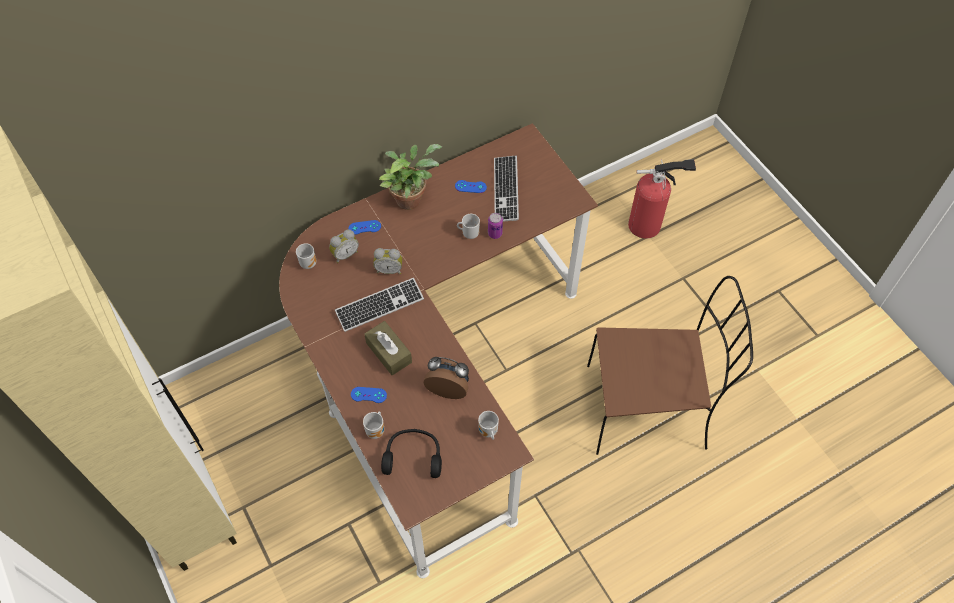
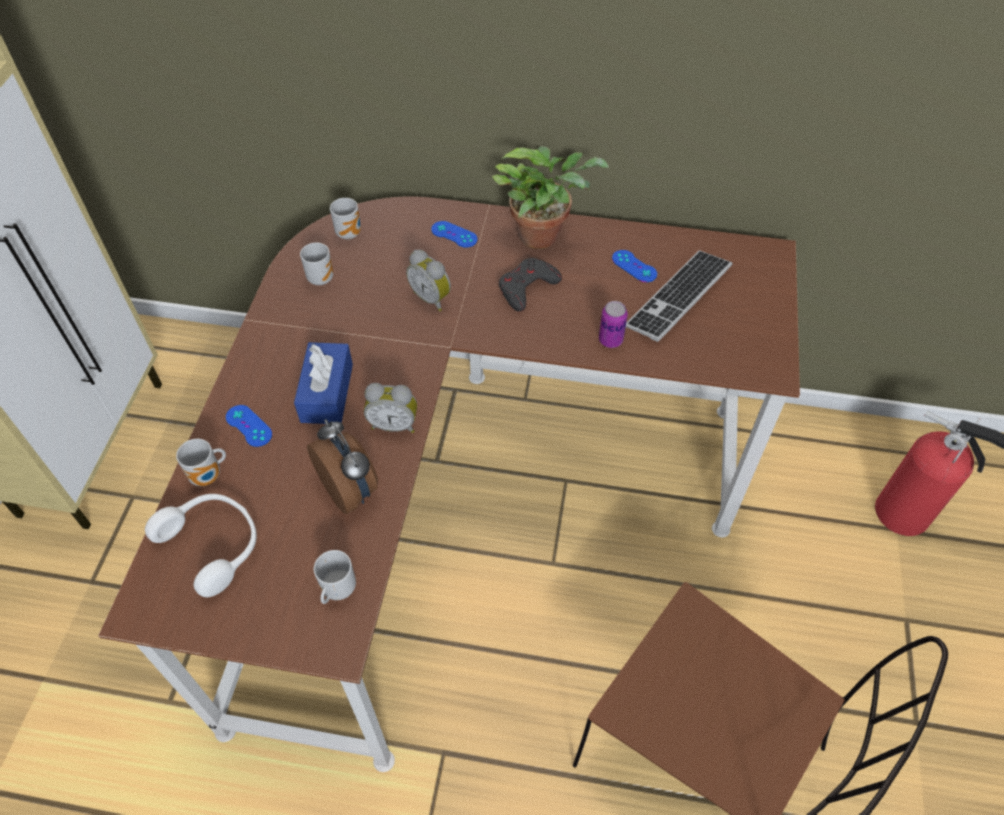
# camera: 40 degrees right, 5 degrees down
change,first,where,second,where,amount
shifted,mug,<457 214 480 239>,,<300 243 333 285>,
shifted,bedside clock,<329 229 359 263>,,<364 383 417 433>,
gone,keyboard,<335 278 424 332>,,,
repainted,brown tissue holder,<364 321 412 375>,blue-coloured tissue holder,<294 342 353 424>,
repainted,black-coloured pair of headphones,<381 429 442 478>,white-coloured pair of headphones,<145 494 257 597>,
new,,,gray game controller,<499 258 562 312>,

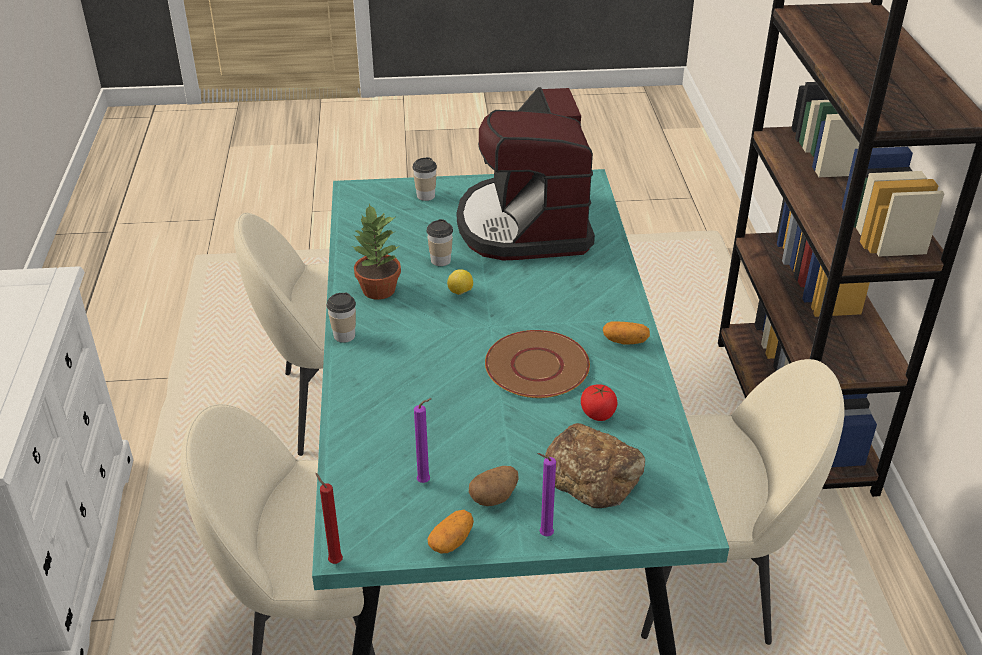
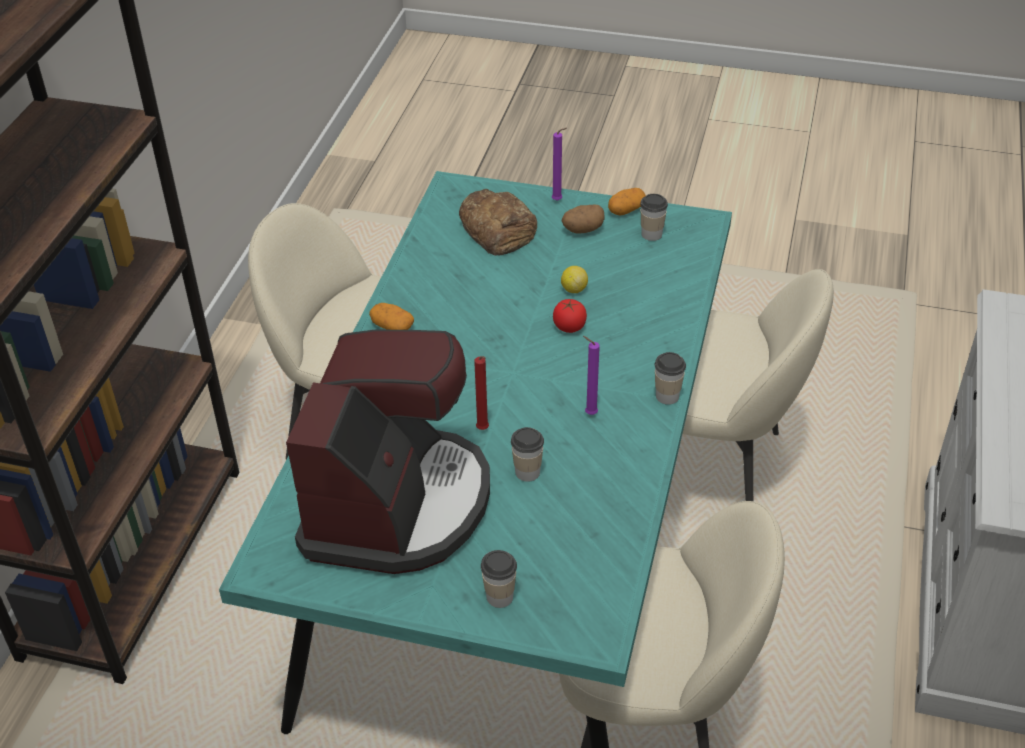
# camera: 160 degrees left, 5 degrees up
change,first,where,second,where,amount
gone,potted plant,<352 203 401 300>,,,
shifted,lemon,<447 269 473 295>,,<561 266 588 293>,
gone,brown plate,<485 330 590 398>,,,
shifted,whole tomato,<581 384 617 421>,,<553 299 587 333>,
shifted,purplish wax light,<414 398 432 483>,,<583 336 600 415>,
shifted,red-coloured wax light,<315 473 343 564>,,<474 356 489 430>,
new,,,small cup,<640 194 668 241>,

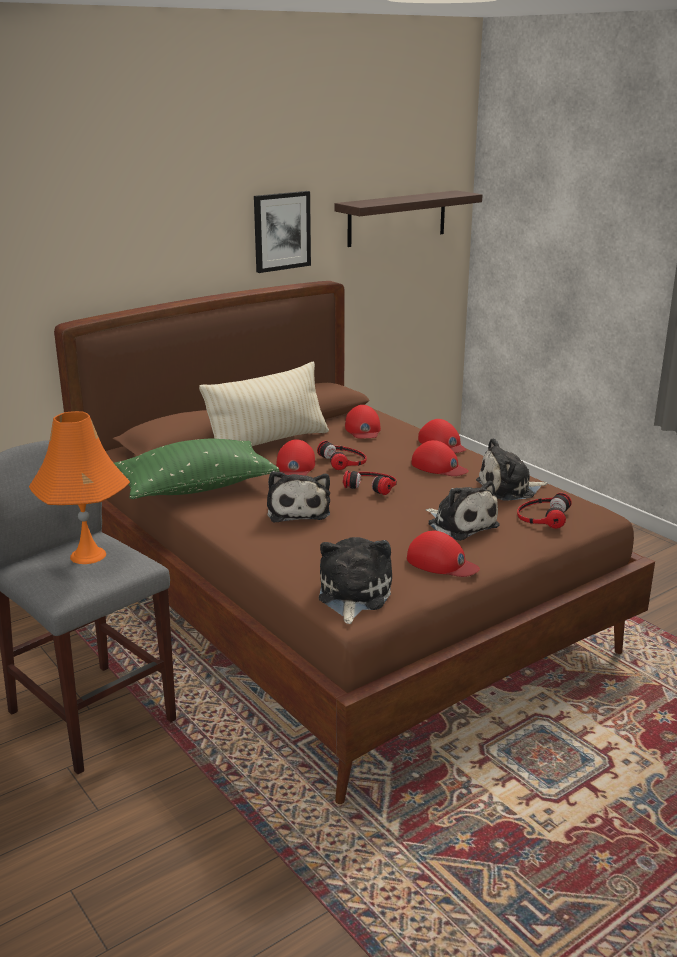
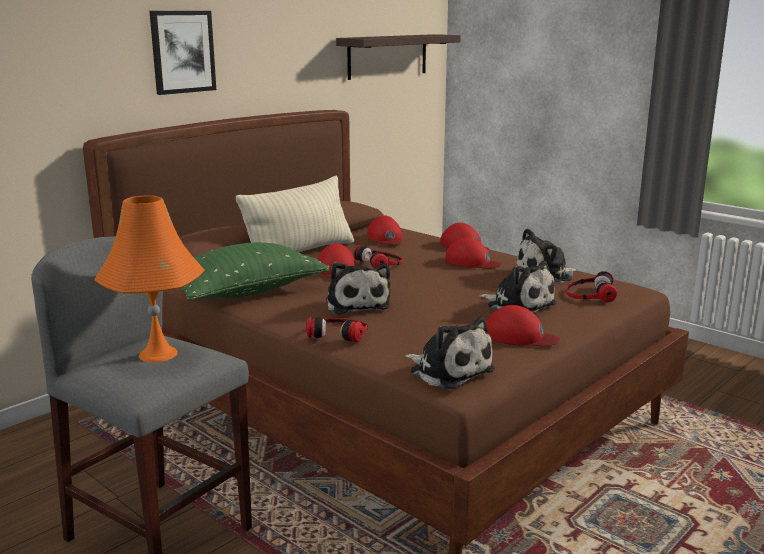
# camera: 10 degrees left, 5 degrees down
change,first,where,second,where,amount
shifted,wall picture,<254 191 311 273>,,<149 11 216 95>,
shifted,pair of headphones,<343 470 397 495>,,<306 317 368 342>,
rotated,plush toy,<319 537 392 624>,,<405 317 495 389>,135 degrees clockwise

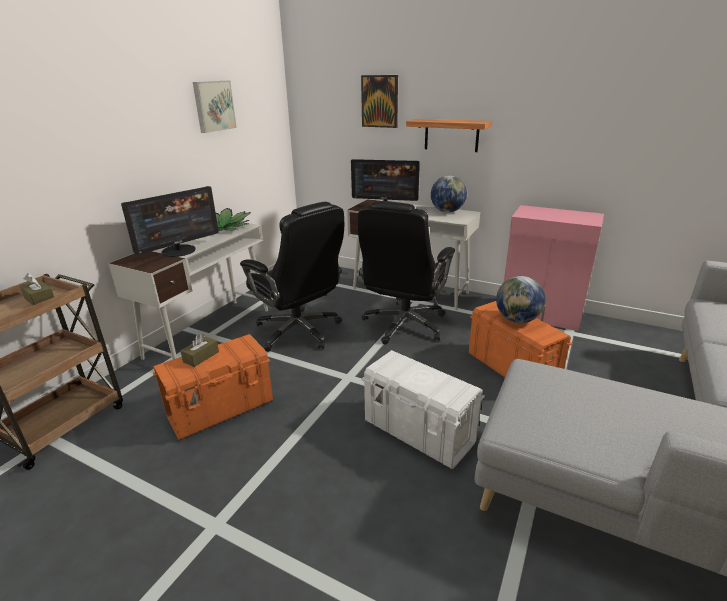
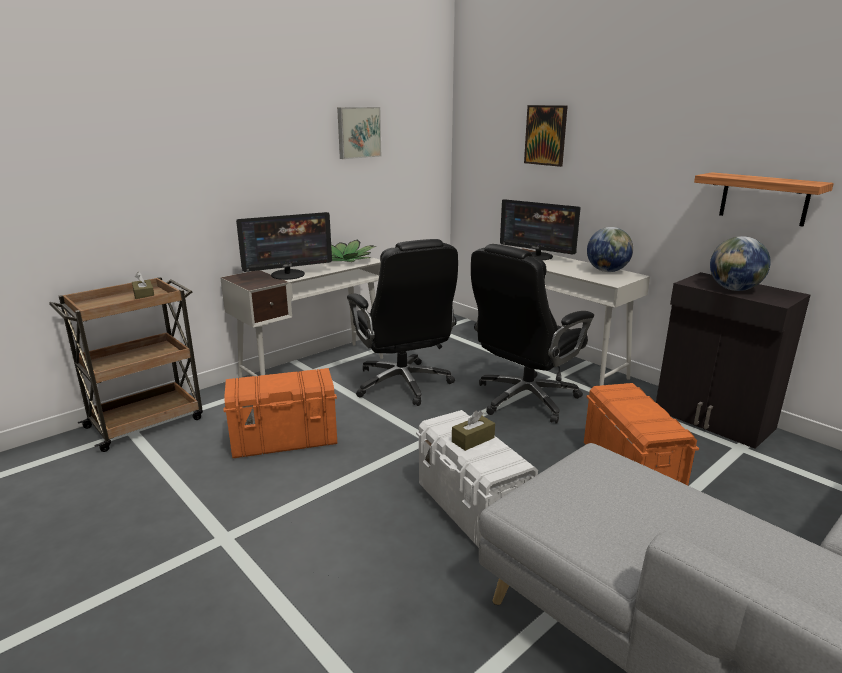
# camera: 20 degrees right, 5 degrees down
change,first,where,second,where,amount
shifted,shelf,<406 119 492 152>,,<694 172 834 226>,
repainted,pink cupboard,<504 205 604 331>,black-coloured cupboard,<656 272 810 449>,
shifted,world globe,<496 276 546 323>,,<710 236 771 291>,
shifted,brown tissue holder,<181 333 219 367>,,<452 411 495 451>,

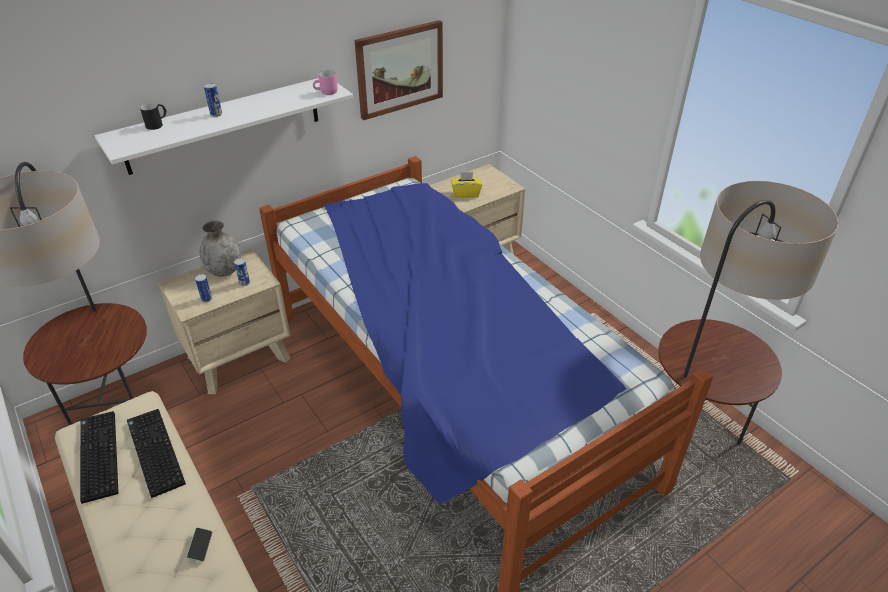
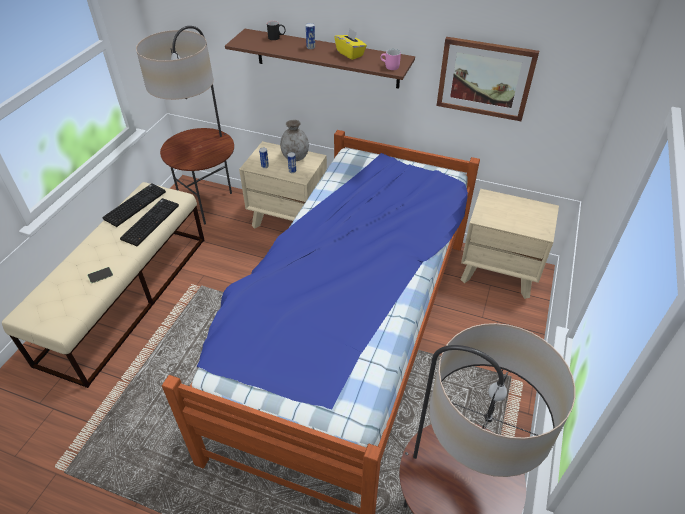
# camera: 55 degrees right, 5 degrees up
change,first,where,second,where,amount
repainted,white-coloured shelf,<95 78 353 175>,brown shelf,<225 29 415 89>,
shifted,yellow tissue holder,<451 172 482 198>,,<334 29 367 60>,

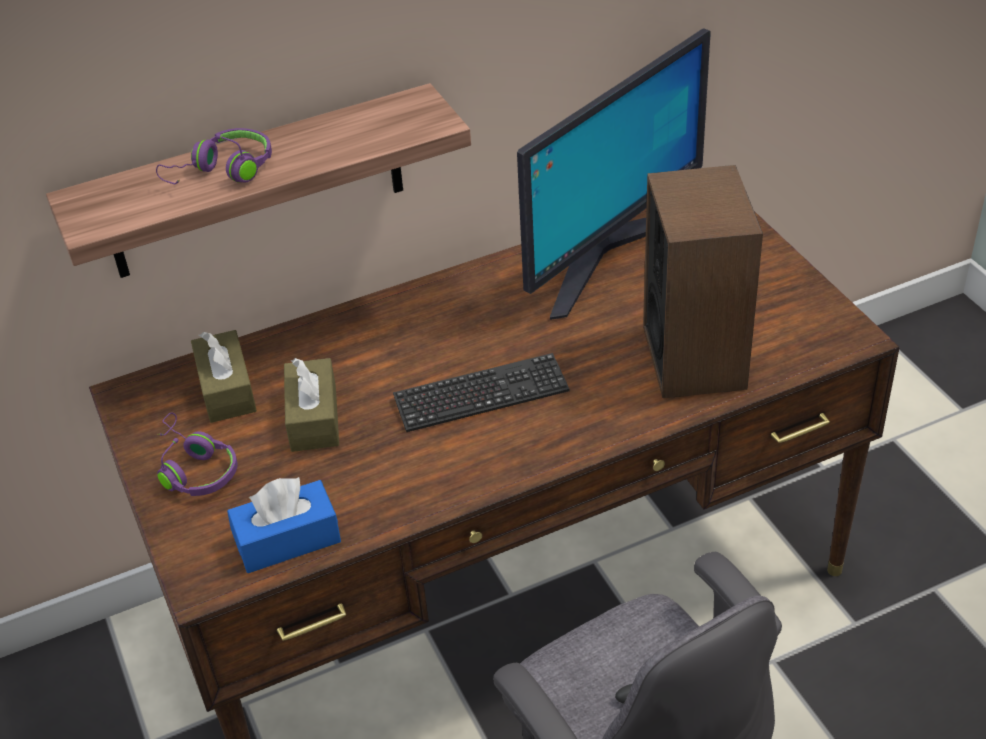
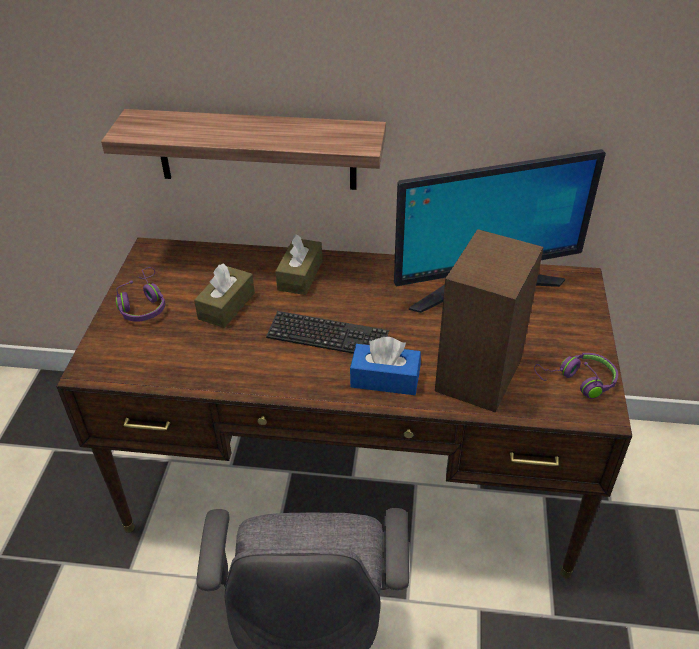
# camera: 30 degrees right, 0 degrees up
change,first,where,second,where,amount
shifted,purplish pair of headphones,<156 128 272 185>,,<534 353 618 399>,
shifted,brown tissue holder,<191 330 257 423>,,<275 234 322 295>,
shifted,blue-coloured tissue holder,<227 477 341 573>,,<350 337 421 395>,

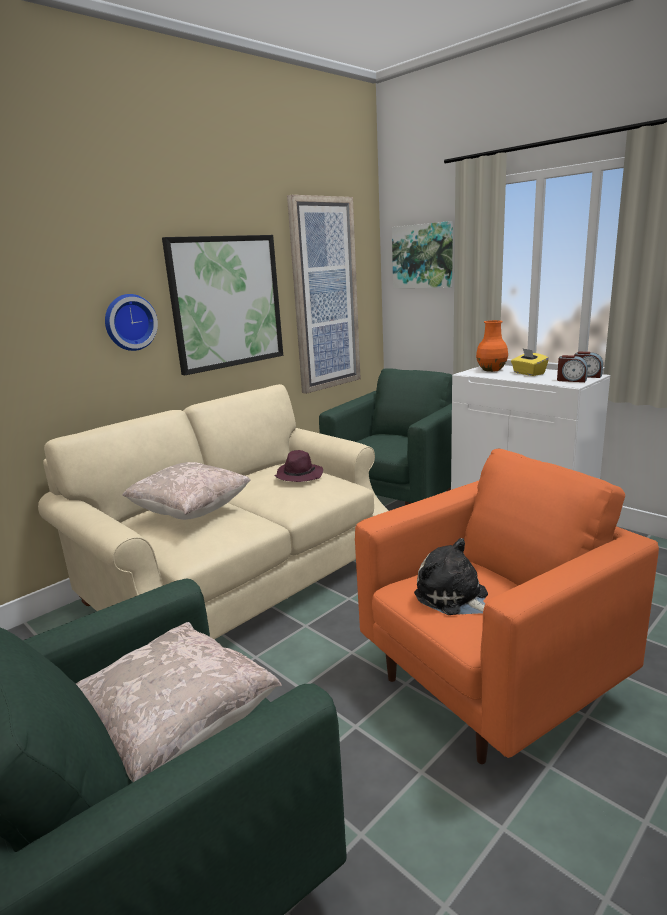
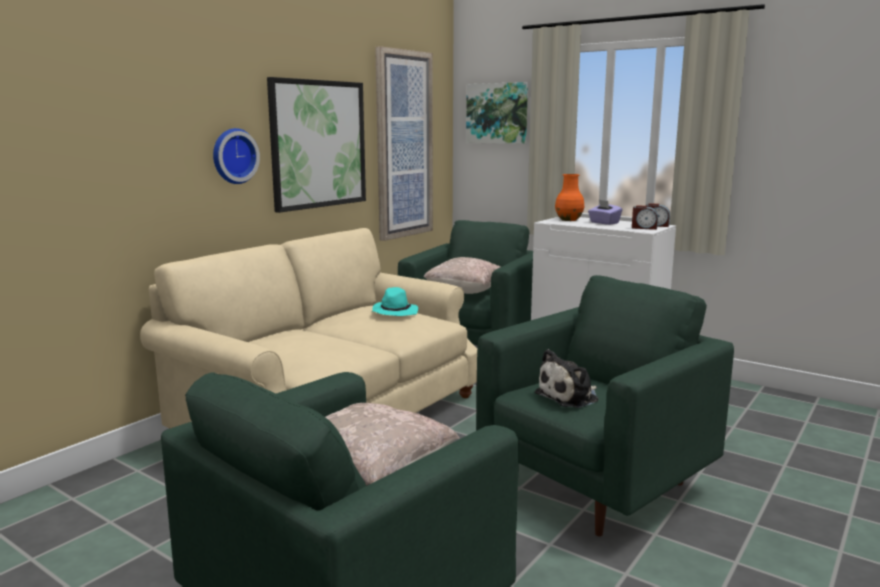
# camera: 10 degrees left, 5 degrees down
change,first,where,second,where,amount
repainted,yellow tissue holder,<511 348 549 376>,purplish tissue holder,<588 200 623 225>,
repainted,orangey armchair,<355 449 659 764>,greenish armchair,<476 275 734 536>,
repainted,purplish clothing hat,<274 450 323 482>,blue-green clothing hat,<372 287 418 316>,
shifted,beige-coloured throw pillow,<122 462 250 520>,,<423 257 500 294>,
rotated,plush toy,<414 538 488 615>,,<535 349 599 408>,75 degrees counterclockwise

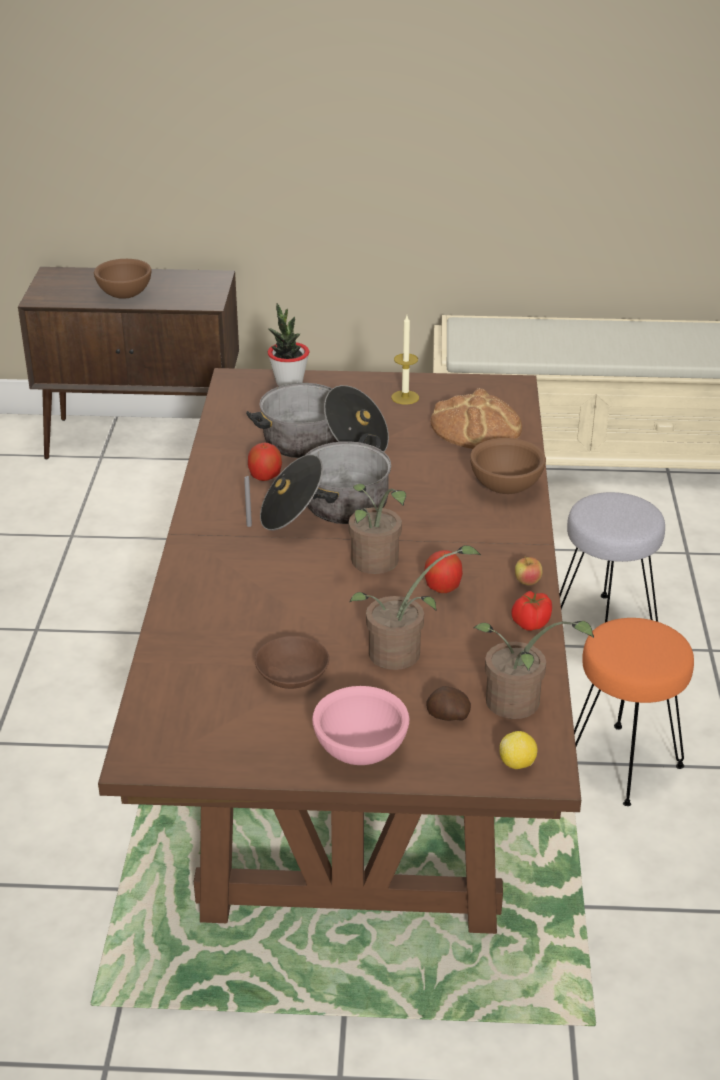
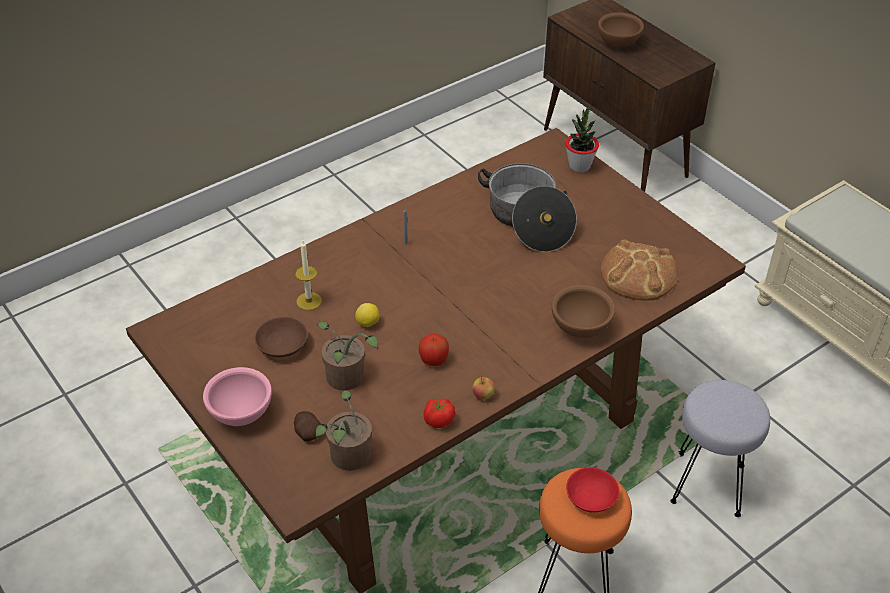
# camera: 50 degrees right, 10 degrees up
change,first,where,second,where,amount
shifted,wax light,<391 315 419 405>,,<295 239 322 310>,
gone,cooking pot,<260 433 391 531>,,,
gone,apple fruit,<248 443 282 481>,,,
gone,potted plant,<349 484 406 574>,,,
shifted,lemon,<499 731 537 769>,,<355 303 380 327>,
new,,,red-coloured deep dish,<566 467 619 513>,

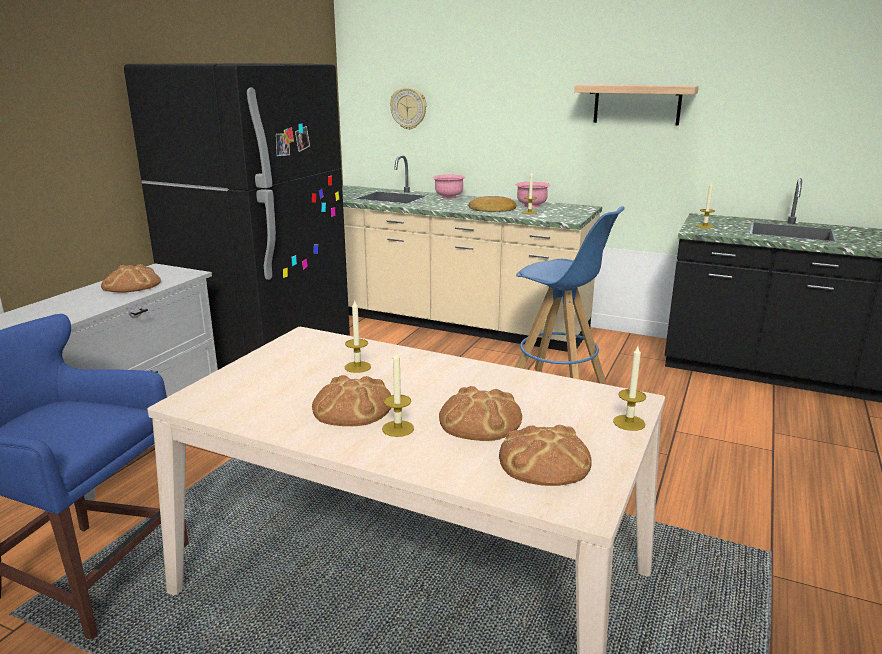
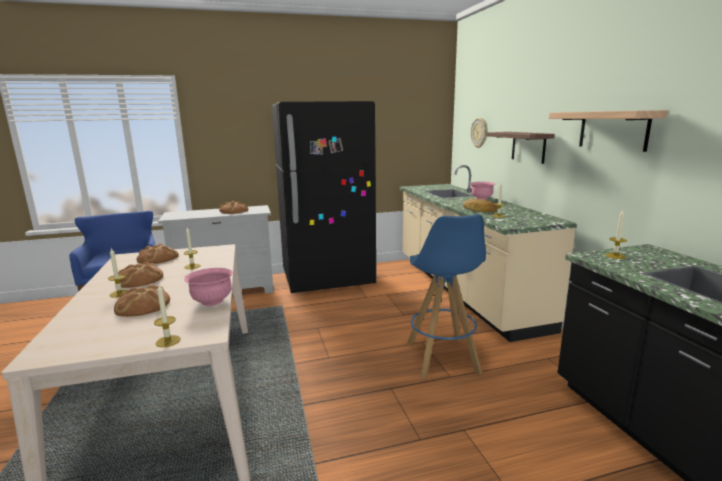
# camera: 50 degrees right, 5 degrees down
change,first,where,second,where,amount
shifted,pink deep dish,<515 182 550 208>,,<184 268 233 306>,
shifted,baked bread,<499 425 592 486>,,<136 244 179 264>,
new,,,shelf,<487 132 555 164>,

